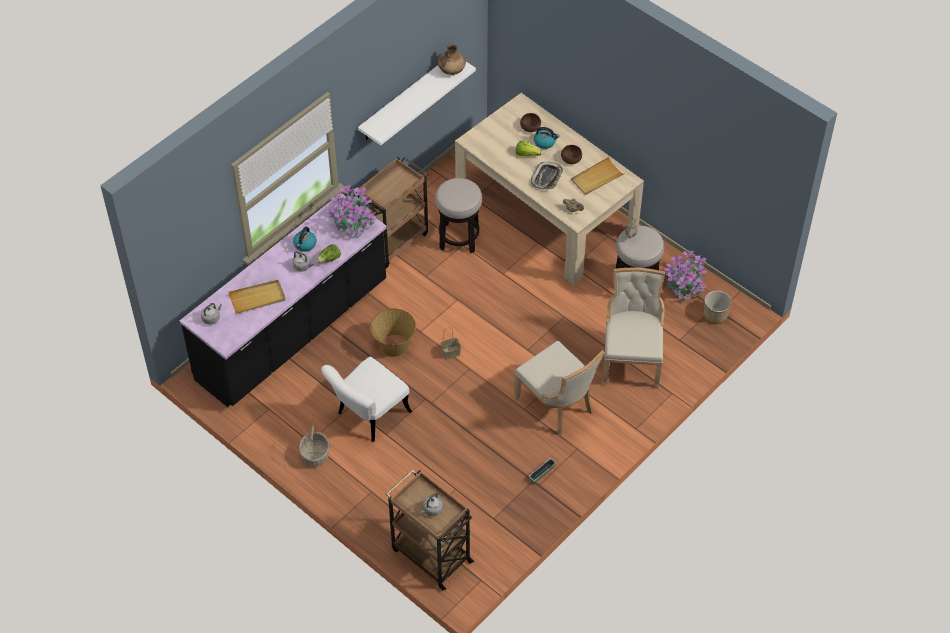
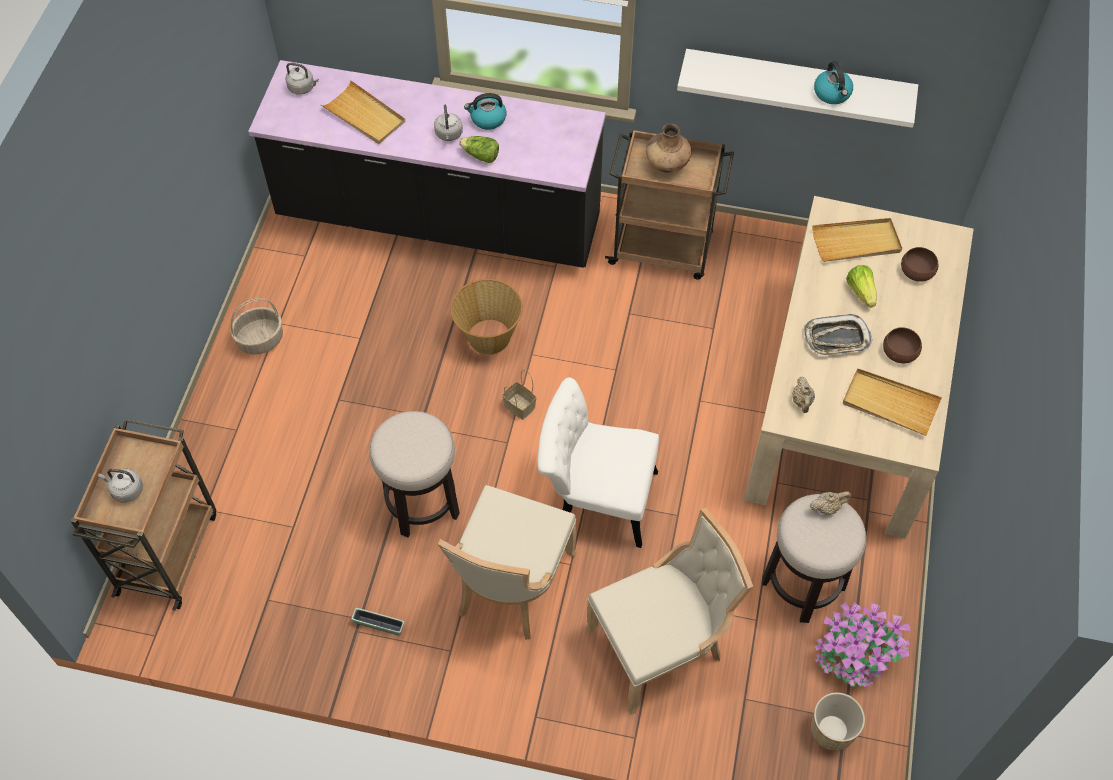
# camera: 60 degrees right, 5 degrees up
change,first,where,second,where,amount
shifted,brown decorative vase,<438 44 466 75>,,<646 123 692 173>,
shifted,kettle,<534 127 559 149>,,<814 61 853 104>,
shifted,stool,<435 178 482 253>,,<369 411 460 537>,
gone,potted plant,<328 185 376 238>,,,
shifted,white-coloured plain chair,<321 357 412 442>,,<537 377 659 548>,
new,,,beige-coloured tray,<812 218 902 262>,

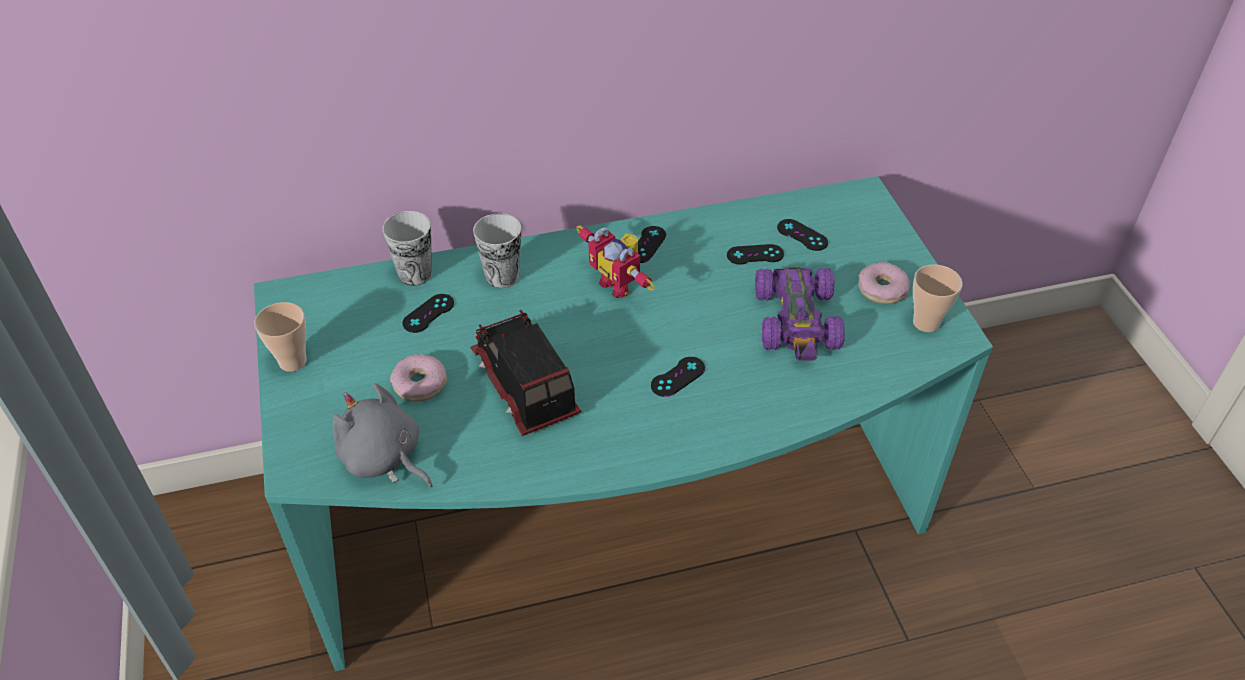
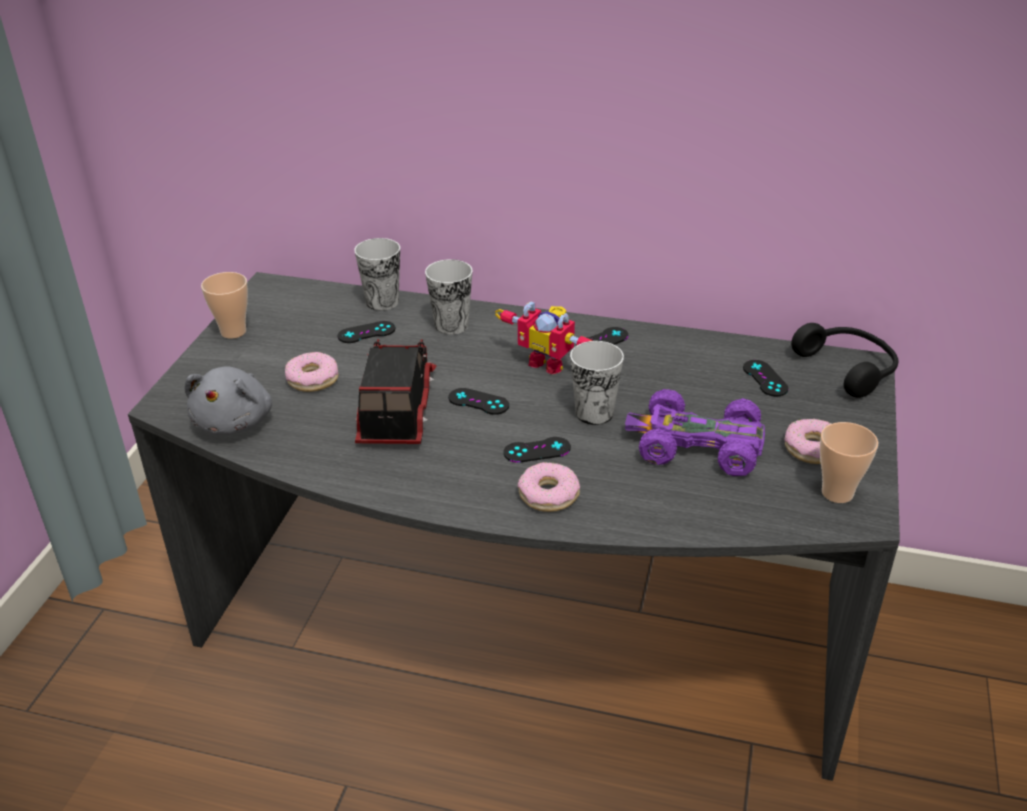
# camera: 30 degrees right, 10 degrees down
change,first,where,second,where,amount
repainted,blue-green desk table,<254 176 993 671>,gray desk table,<128 272 900 781>,
rotated,robot figure,<576 225 655 298>,,<495 301 593 374>,45 degrees counterclockwise
shifted,black-coloured game controller,<727 244 784 265>,,<448 388 509 415>,
rotated,purplish model car,<755 267 845 361>,,<625 389 765 476>,75 degrees clockwise
rotated,gray plush toy,<333 383 433 488>,,<185 366 272 435>,150 degrees counterclockwise
new,,,black-coloured pair of headphones,<791 323 899 398>,
new,,,small cup,<570 341 624 425>,
new,,,doughnut,<518 462 580 512>,

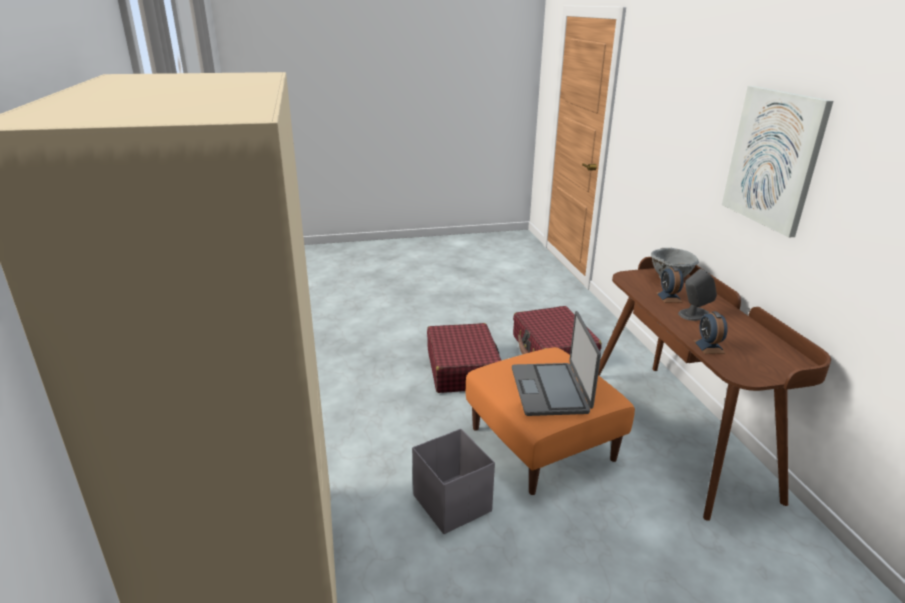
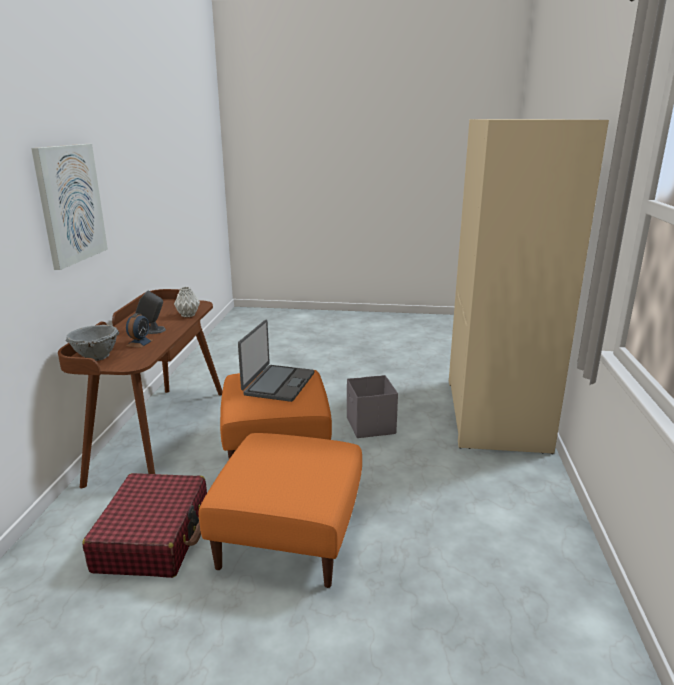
# camera: 160 degrees left, 5 degrees down
change,first,where,second,where,amount
swapped,bedside clock,<693 311 728 354>,gray decorative vase,<174 287 200 317>,
swapped,red-coloured suitcase,<427 323 502 393>,orangey footrest,<199 433 362 588>,

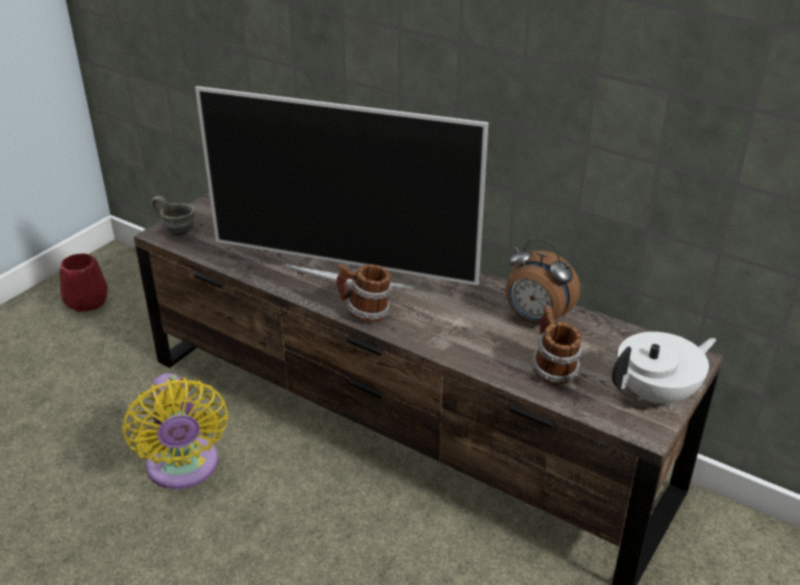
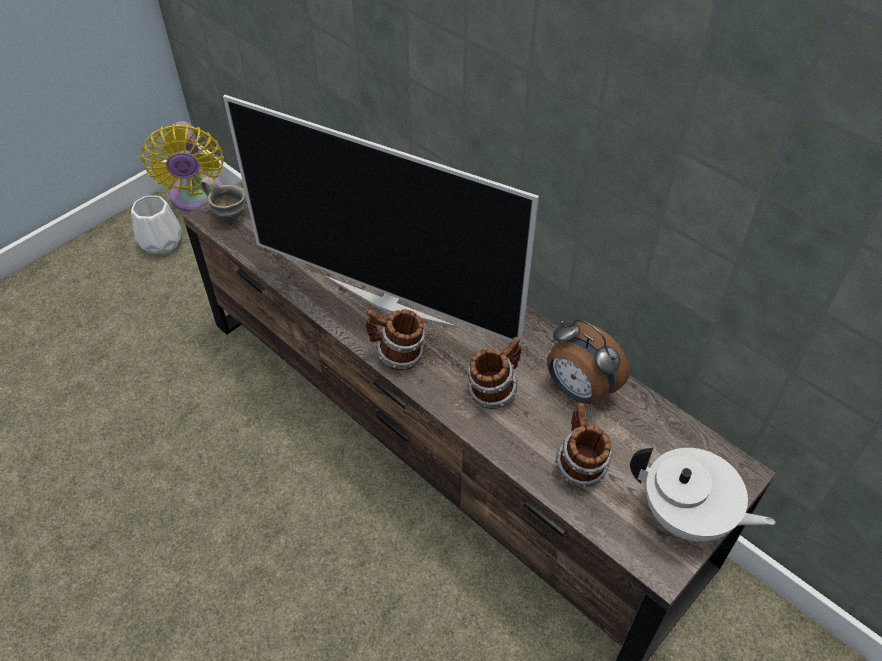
# camera: 10 degrees right, 15 degrees up
change,first,where,second,where,amount
repainted,red-coloured decorative vase,<60 253 108 312>,white-coloured decorative vase,<131 195 182 254>,
rotated,white-coloured pot for tea,<612 332 716 408>,,<630 448 775 541>,45 degrees clockwise
shifted,yellow cooling fan,<122 373 228 489>,,<141 121 224 212>,
new,,,mug,<467 337 521 409>,

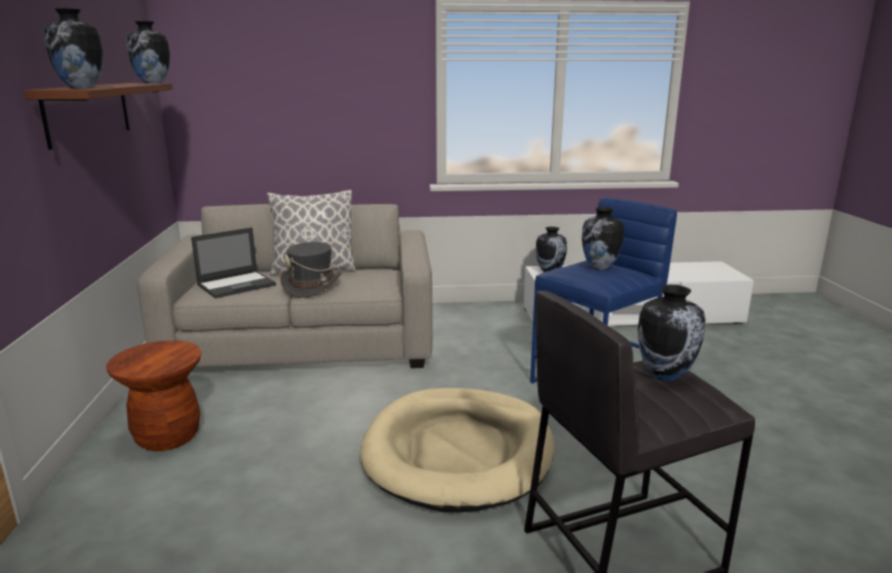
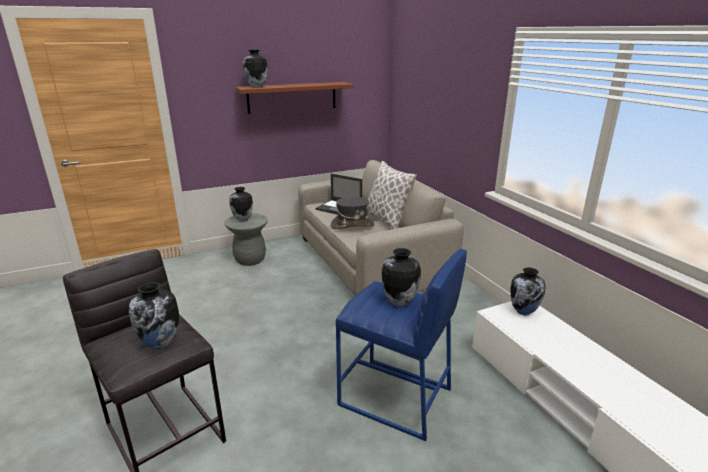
# camera: 70 degrees right, 5 degrees up
change,first,where,second,where,amount
shifted,decorative vase,<126 21 170 83>,,<229 187 253 222>,
repainted,brown stool,<106 340 202 451>,gray stool,<224 213 268 266>,
gone,beige-coloured dog bed,<360 388 554 512>,,,

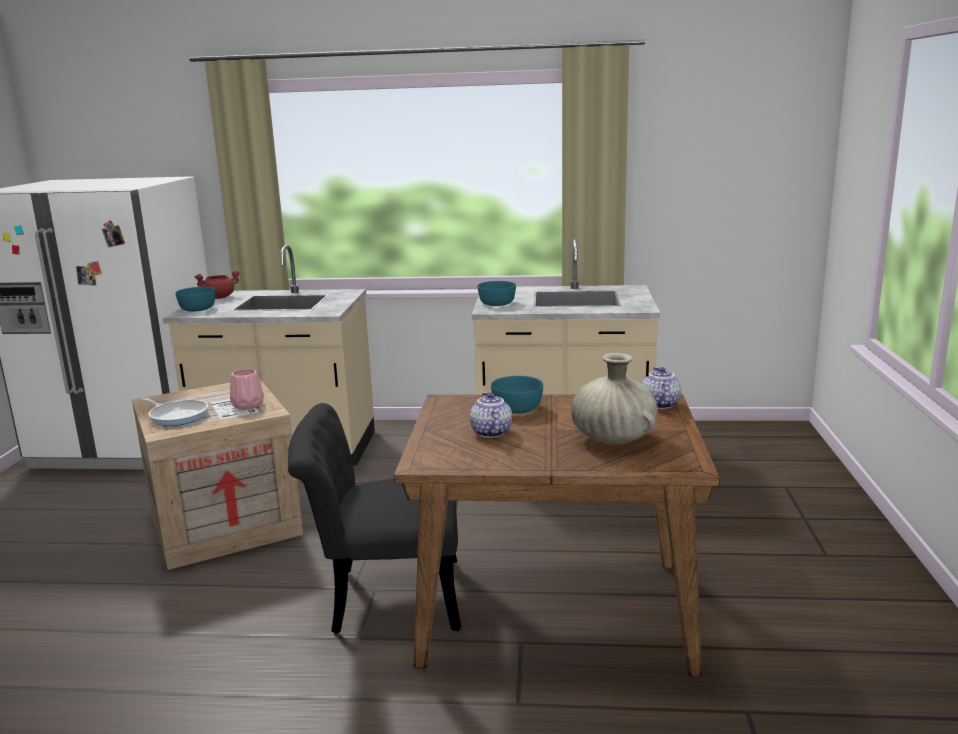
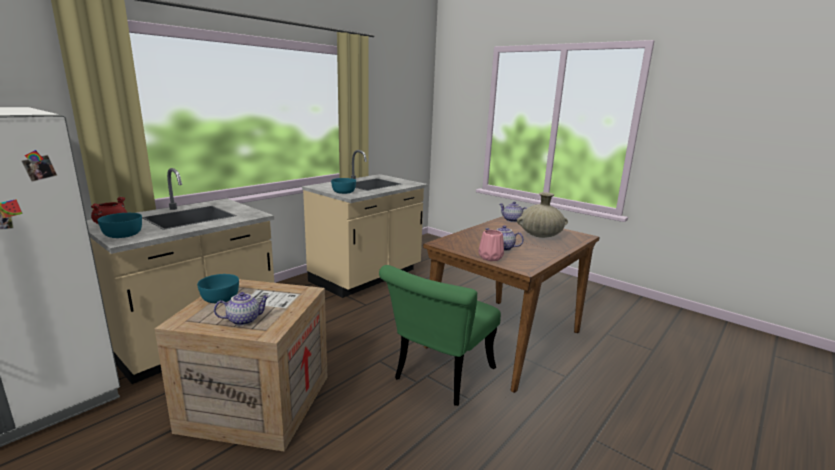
# camera: 55 degrees left, 0 degrees up
change,first,where,second,where,amount
shifted,pink decorative vase,<230 369 264 410>,,<478 230 504 261>,
shifted,blue-green deep dish,<491 376 543 414>,,<197 274 239 303>,
swapped,frying pan,<141 398 208 426>,pot for tea,<214 292 270 326>,
repainted,black-coloured plain chair,<288 403 461 634>,greenish plain chair,<379 265 501 406>,

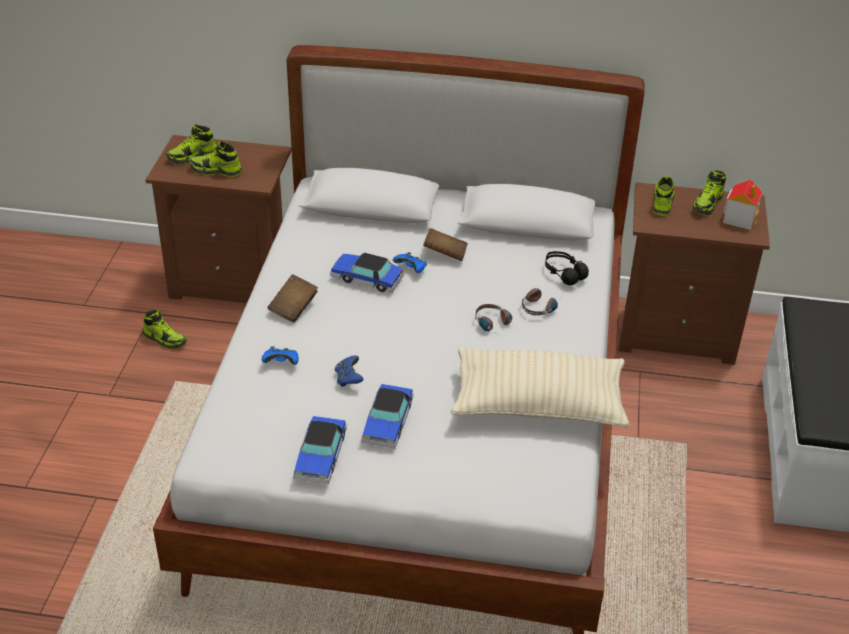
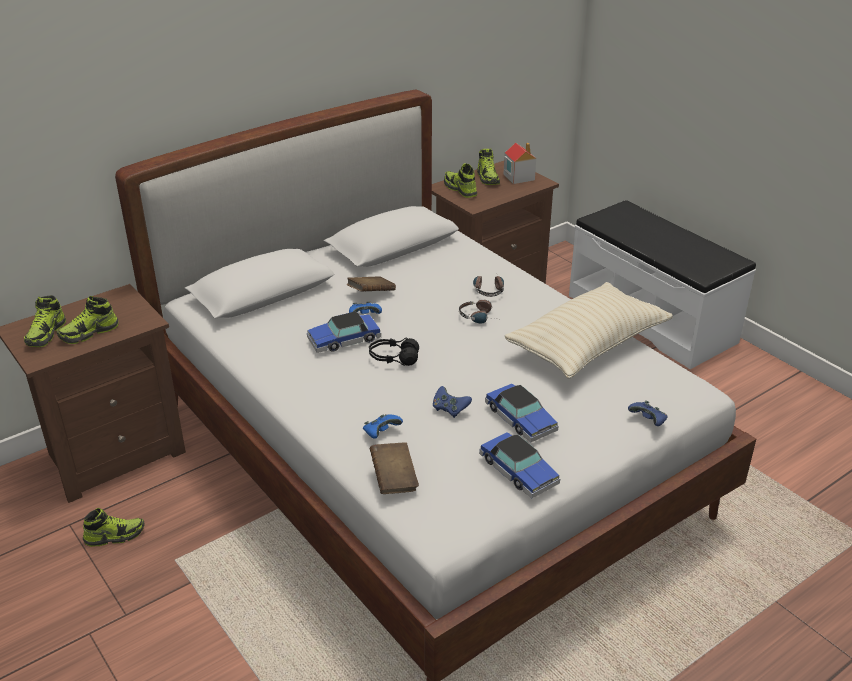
# camera: 45 degrees left, 5 degrees down
change,first,where,second,where,amount
shifted,black-coloured pair of headphones,<545 251 589 285>,,<369 337 419 366>,
shifted,brown volume,<268 274 318 323>,,<370 442 419 494>,
new,,,blue-coloured game controller,<628 400 667 426>,

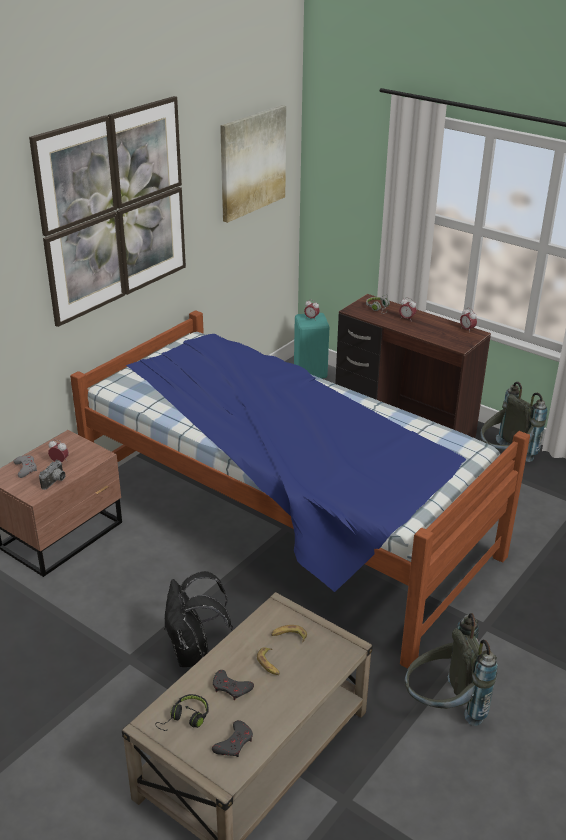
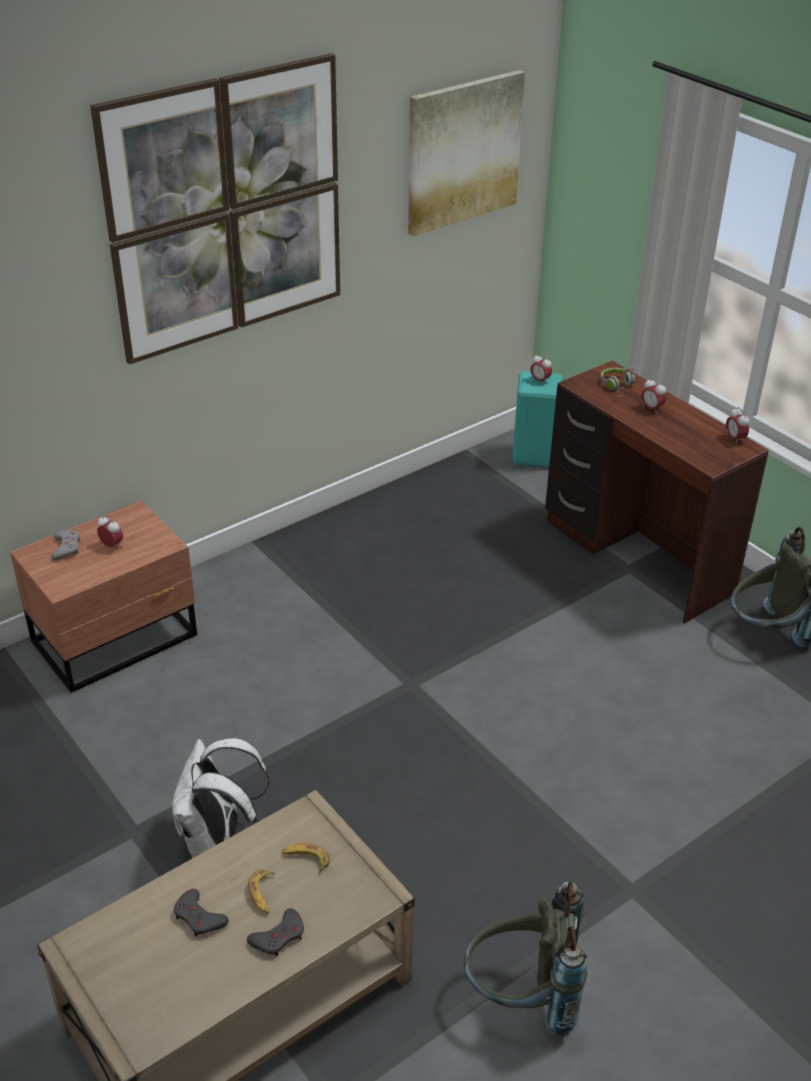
# camera: 15 degrees right, 5 degrees up
change,first,where,second,where,amount
gone,bedroom bed,<70 310 530 669>,,,
gone,photo camera,<39 460 65 490>,,,
repainted,black-coloured backpack,<164 571 233 667>,white-coloured backpack,<172 738 270 858>,
gone,black-coloured pair of headphones,<155 694 209 731>,,,
shifted,gray game controller,<212 720 253 757>,,<247 908 304 957>,

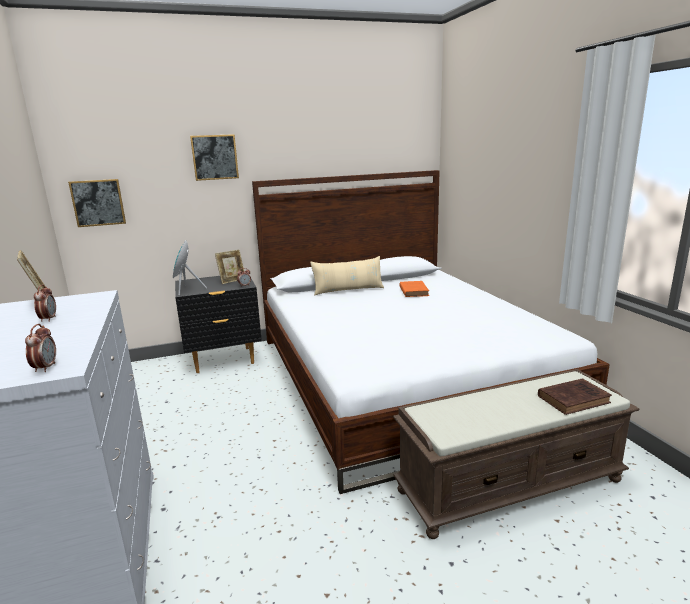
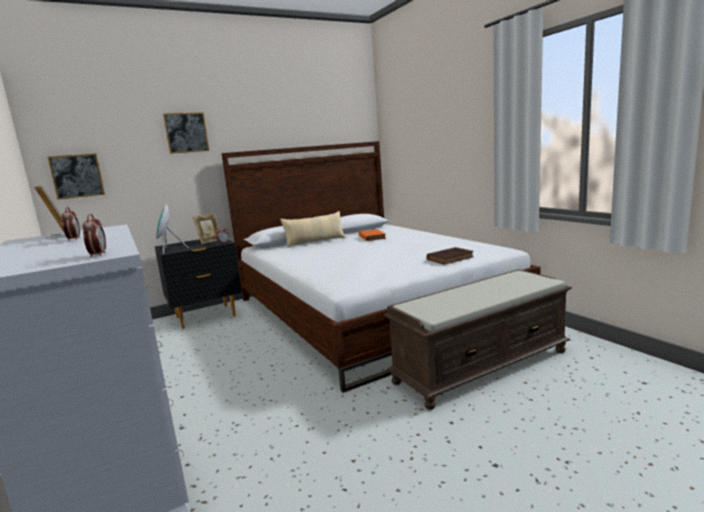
# camera: 10 degrees left, 5 degrees down
change,first,where,second,where,amount
shifted,brown volume,<538 378 612 415>,,<427 247 474 265>,

